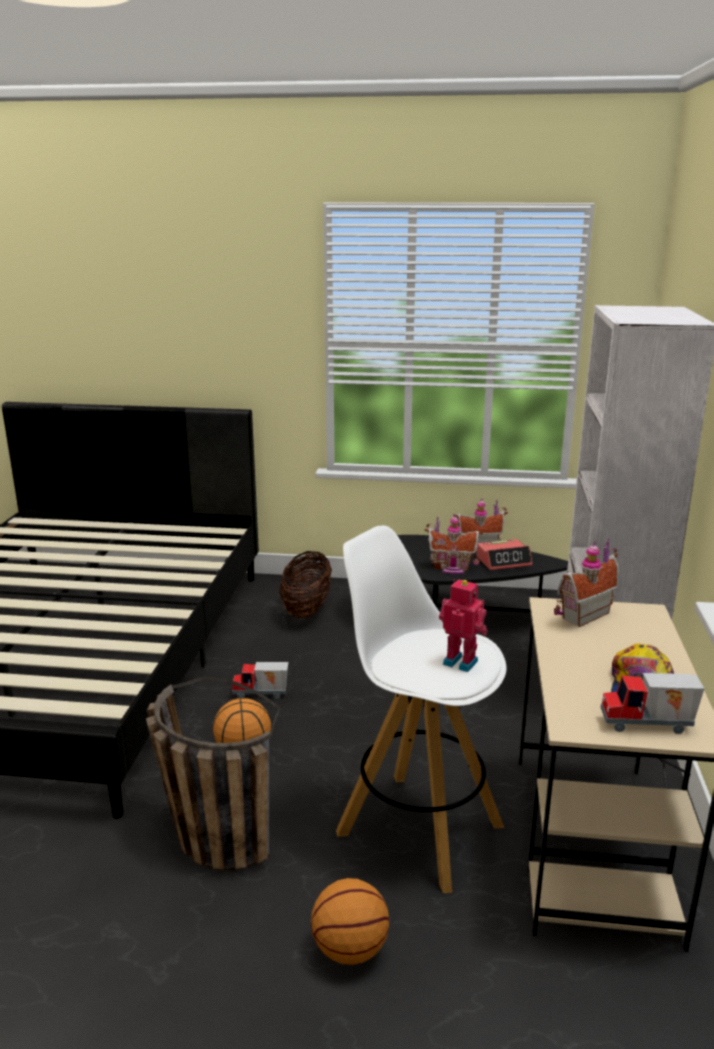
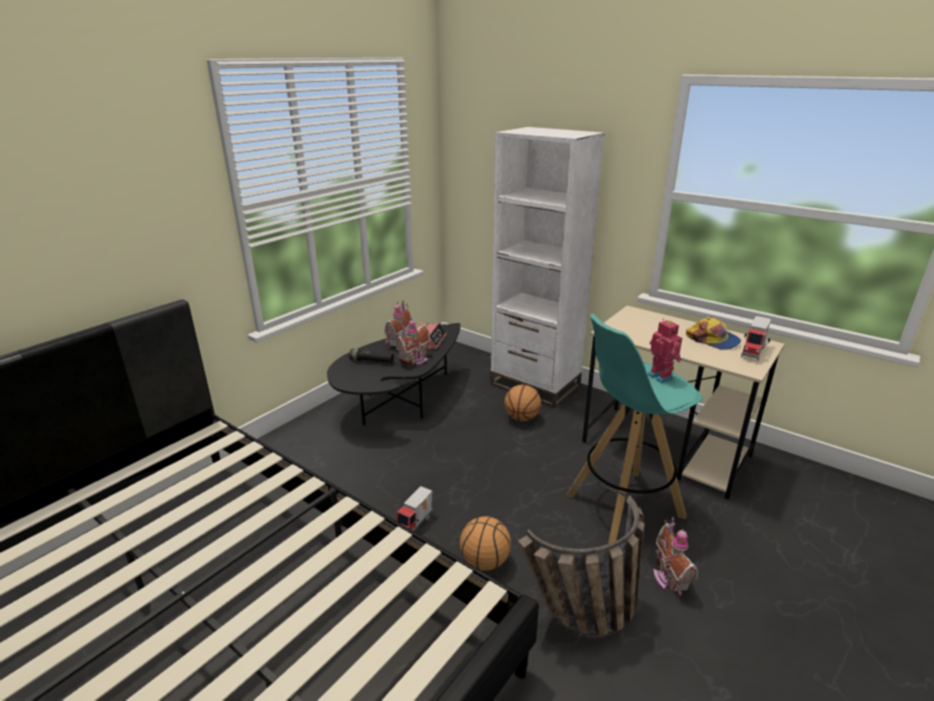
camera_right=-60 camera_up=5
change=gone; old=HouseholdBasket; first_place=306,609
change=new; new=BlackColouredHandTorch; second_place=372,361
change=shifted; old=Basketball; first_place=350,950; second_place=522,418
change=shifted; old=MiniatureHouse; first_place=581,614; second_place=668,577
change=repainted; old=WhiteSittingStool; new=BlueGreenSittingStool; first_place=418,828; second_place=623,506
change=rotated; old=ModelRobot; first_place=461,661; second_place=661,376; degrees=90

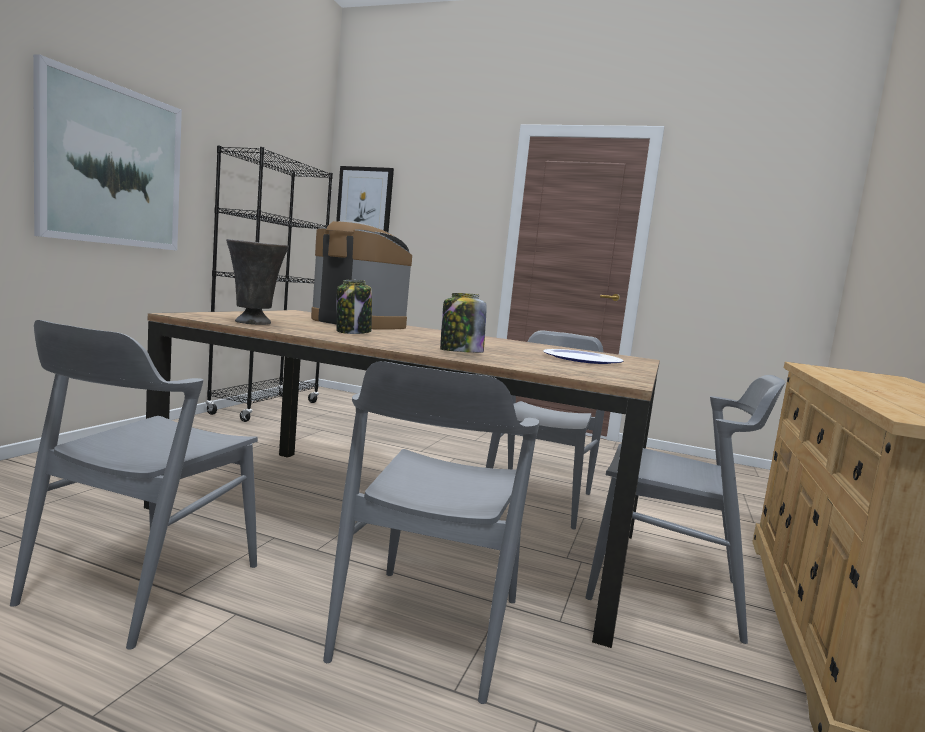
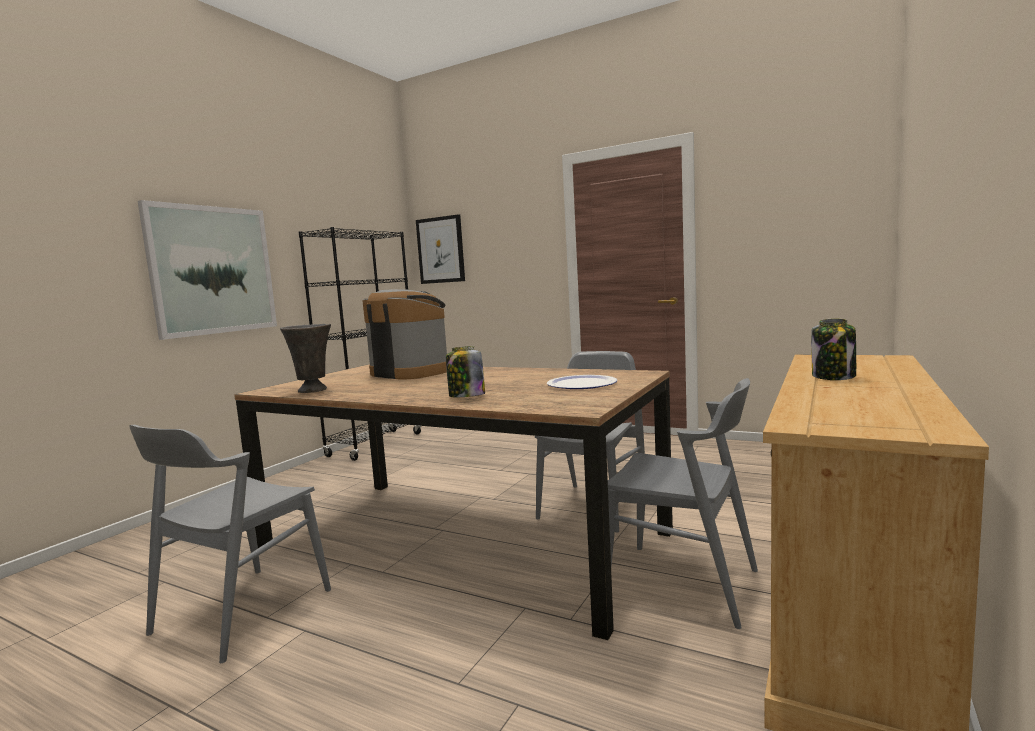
camera_right=10 camera_up=0
change=gone; old=GreyUprightChair; first_place=428,628
change=shifted; old=PreserveJar; first_place=353,332; second_place=834,377

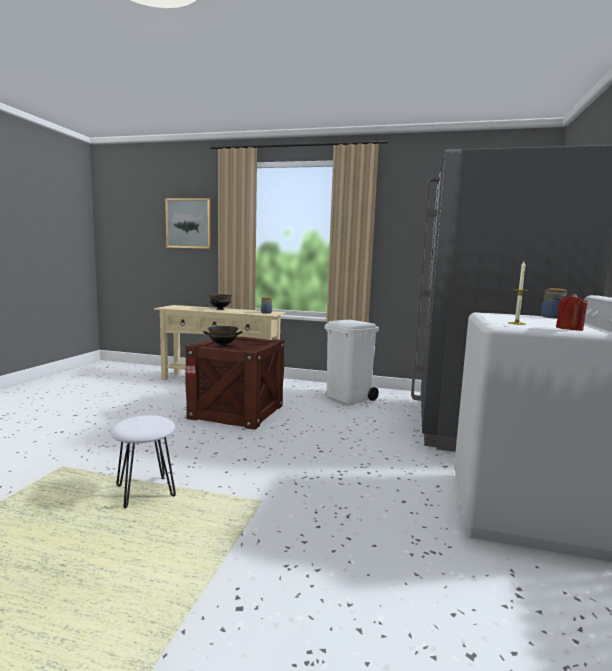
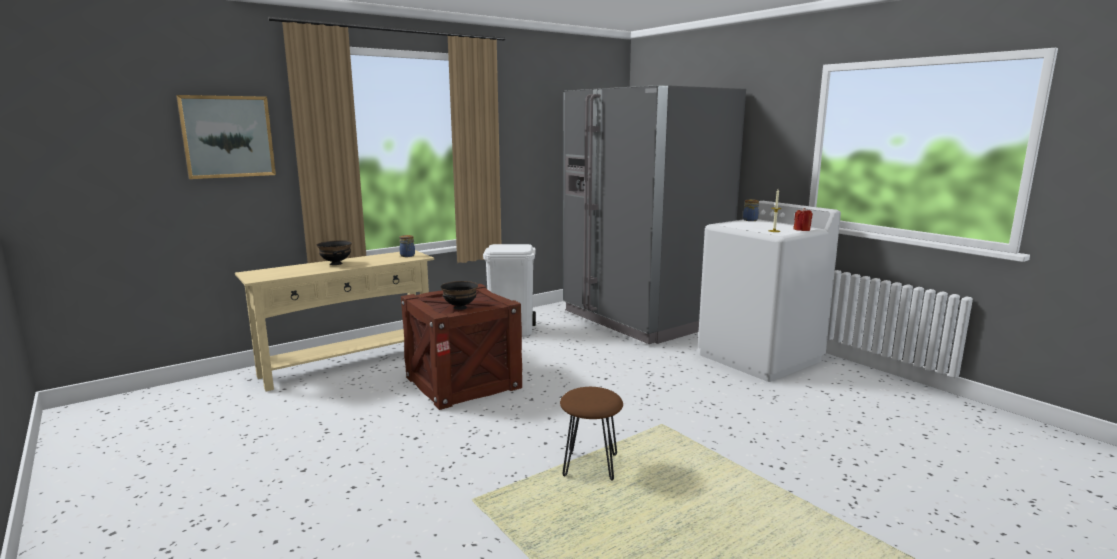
camera_right=-50 camera_up=5
change=repainted; old=WhiteSittingStool; new=BrownSittingStool; first_place=146,492; second_place=590,466

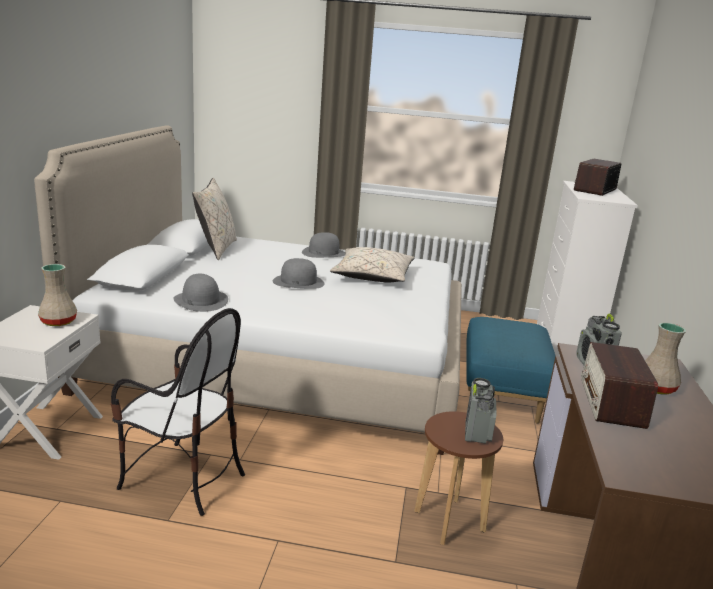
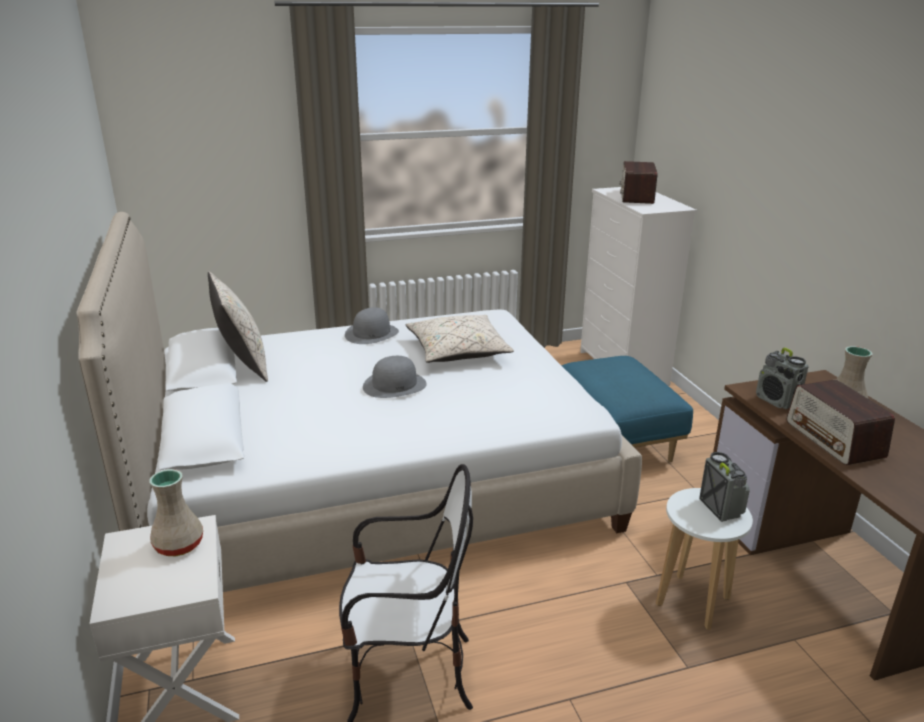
camera_right=-25 camera_up=5
change=gone; old=GreyClothingHat; first_place=200,300
change=repainted; old=BrownSittingStool; new=WhiteSittingStool; first_place=449,521; second_place=692,601

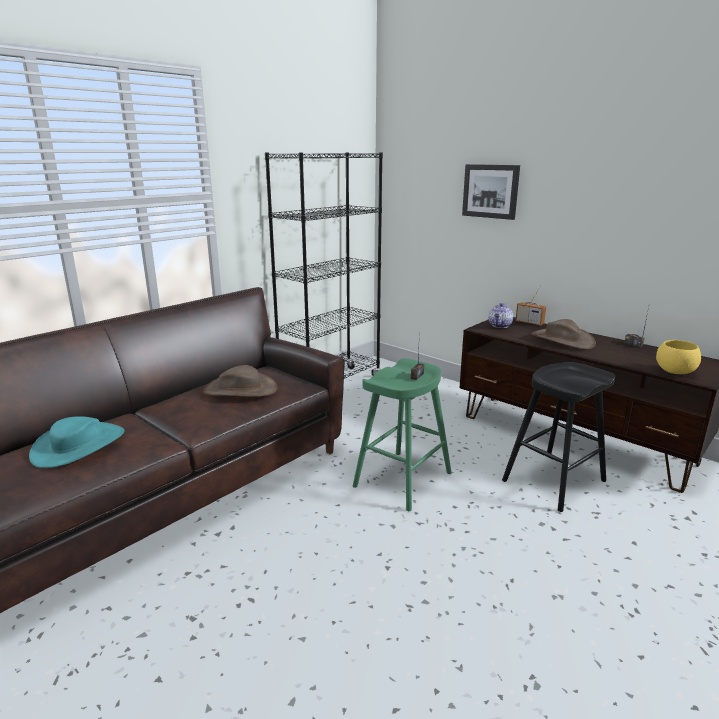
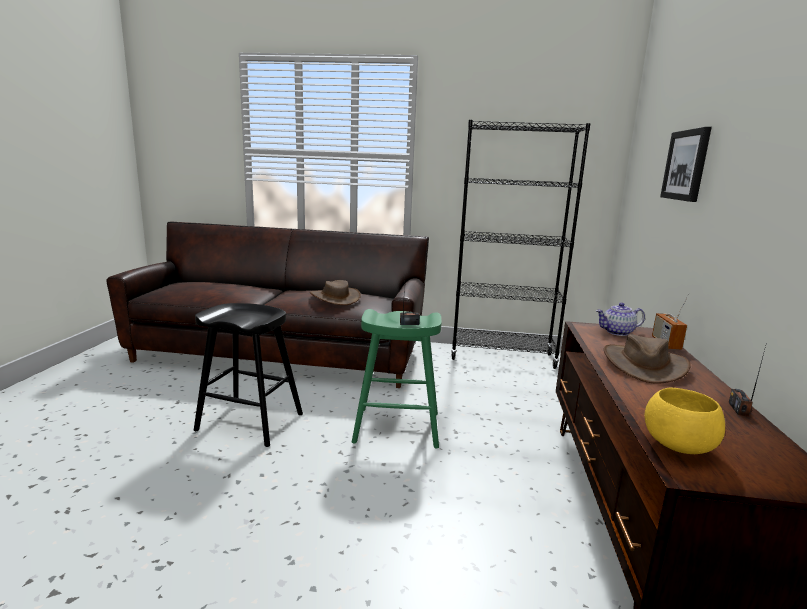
camera_right=55 camera_up=-5
change=gone; old=BlueGreenClothingHat; first_place=79,445
change=shifted; old=BlackColouredSittingStool; first_place=553,481; second_place=250,422

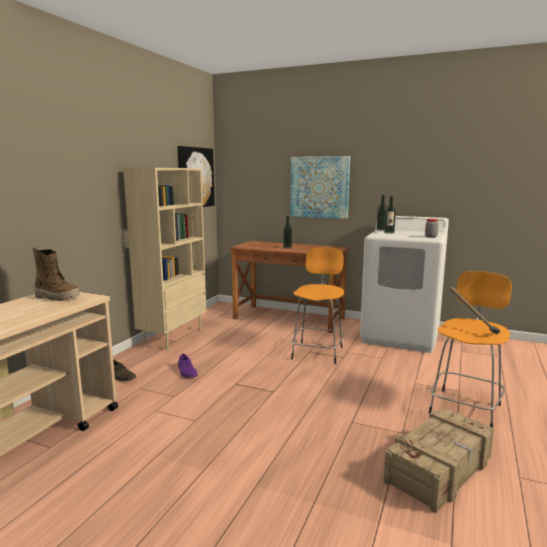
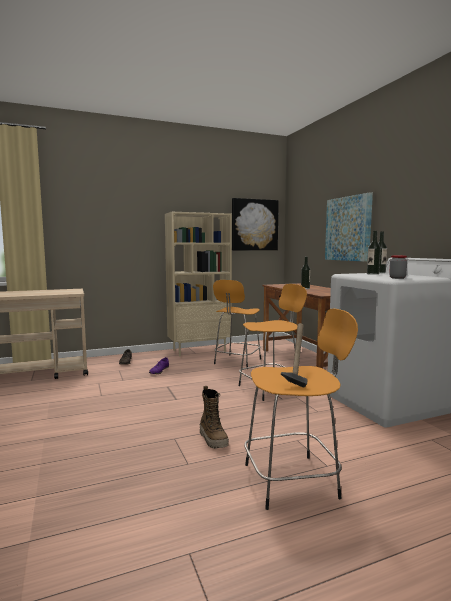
camera_right=45 camera_up=-5
change=gone; old=ShippingCrate; first_place=440,469
change=new; new=OrangeySittingStool; second_place=237,362
change=shifted; old=Boot; first_place=57,297; second_place=213,439

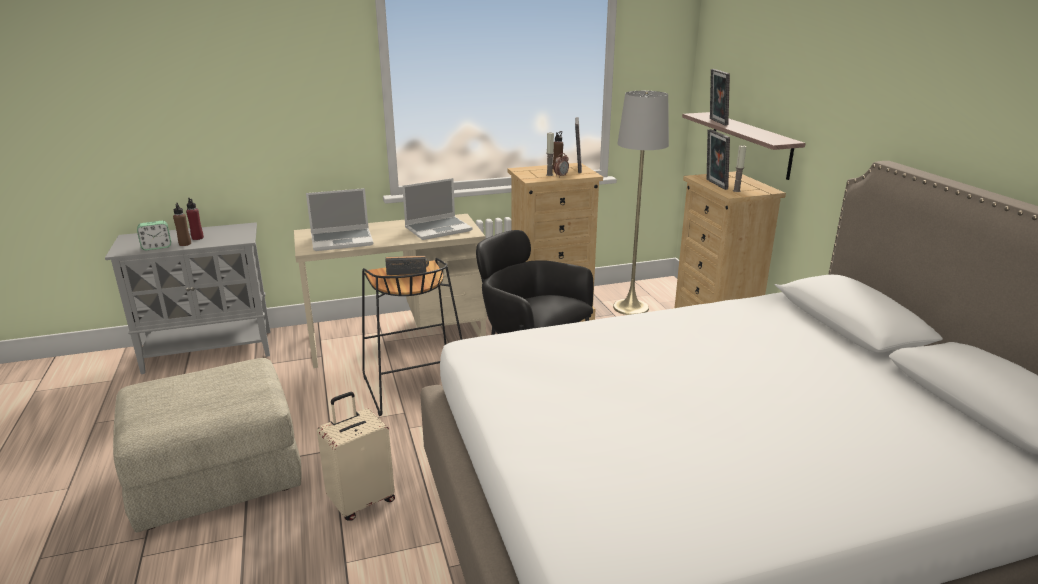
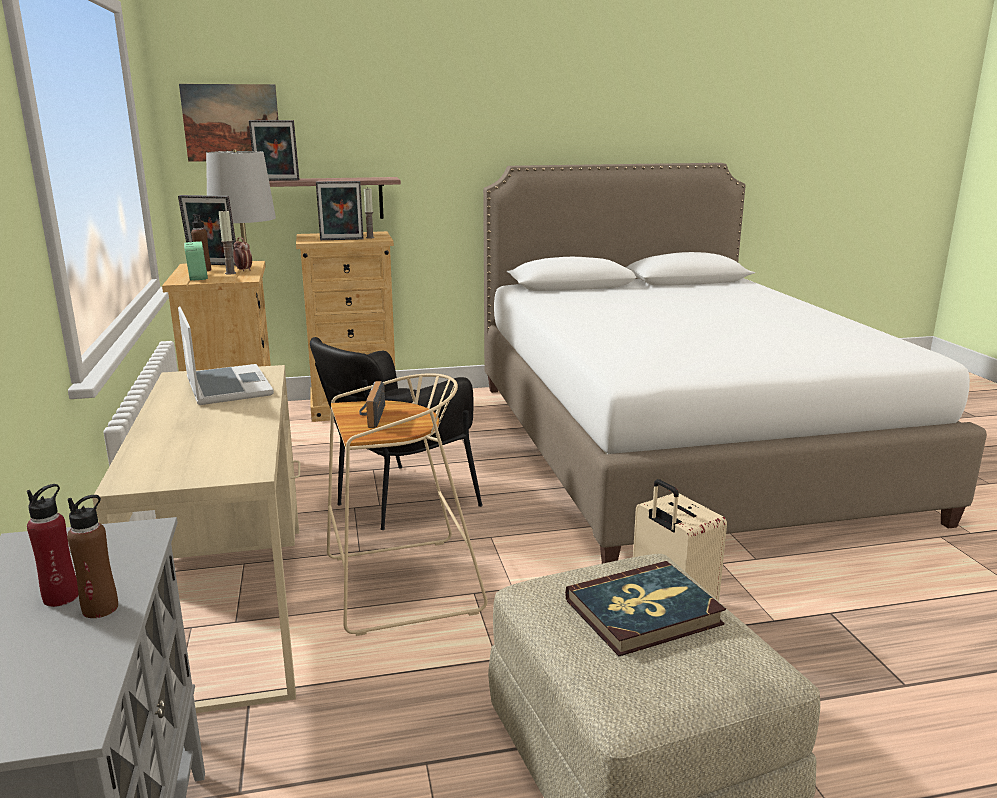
camera_right=-85 camera_up=-5
change=gone; old=PortableComputer; first_place=343,240
change=new; new=WallPicture; second_place=231,123
change=new; new=BoundBook; second_place=643,612
change=shifted; old=AlarmClock; first_place=157,247; second_place=198,277
change=repainted; old=BlackColouredSittingStool; new=BeigeColouredSittingStool; first_place=414,385; second_place=400,586

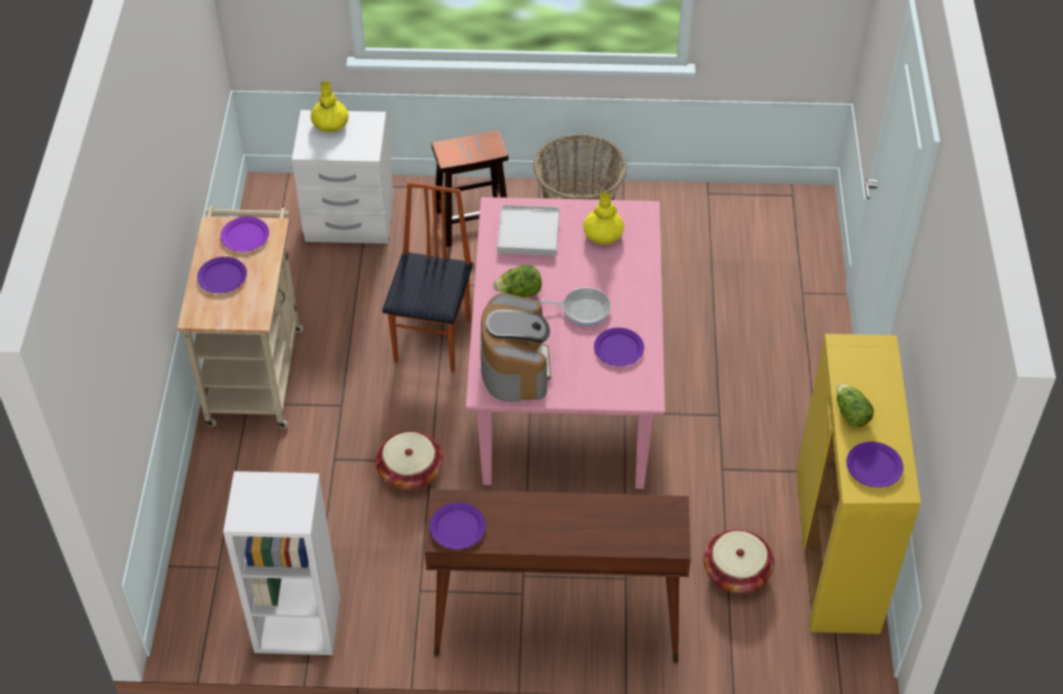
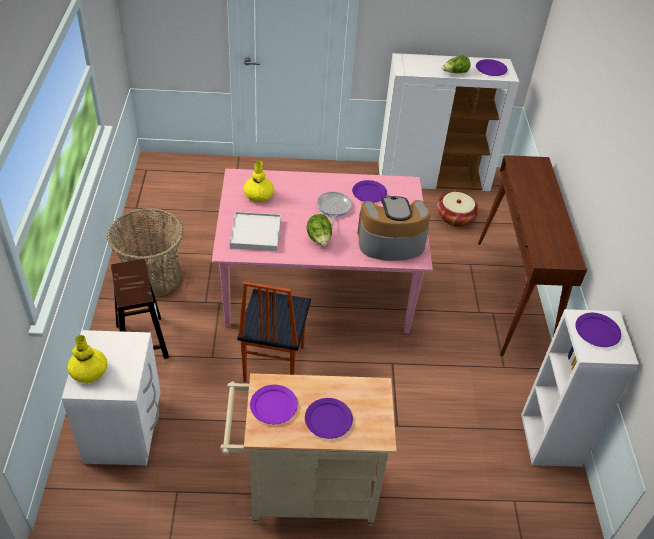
camera_right=-95 camera_up=-5
change=gone; old=HouseholdBasket; first_place=410,472
change=shifted; old=PurplePlate; first_place=458,528; second_place=597,331
change=repainted; old=YellowColouredStorageCabinet; new=WhiteStorageCabinet; first_place=837,552; second_place=433,178
change=rotated; old=UprightChair; first_place=434,340; second_place=272,364; degrees=-90

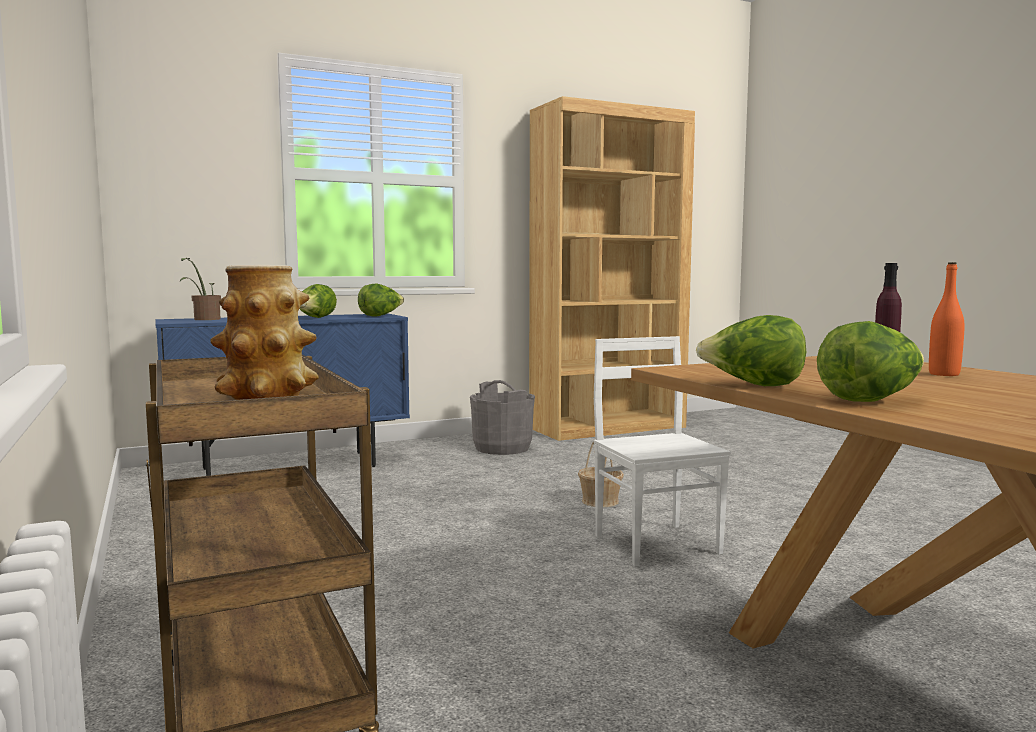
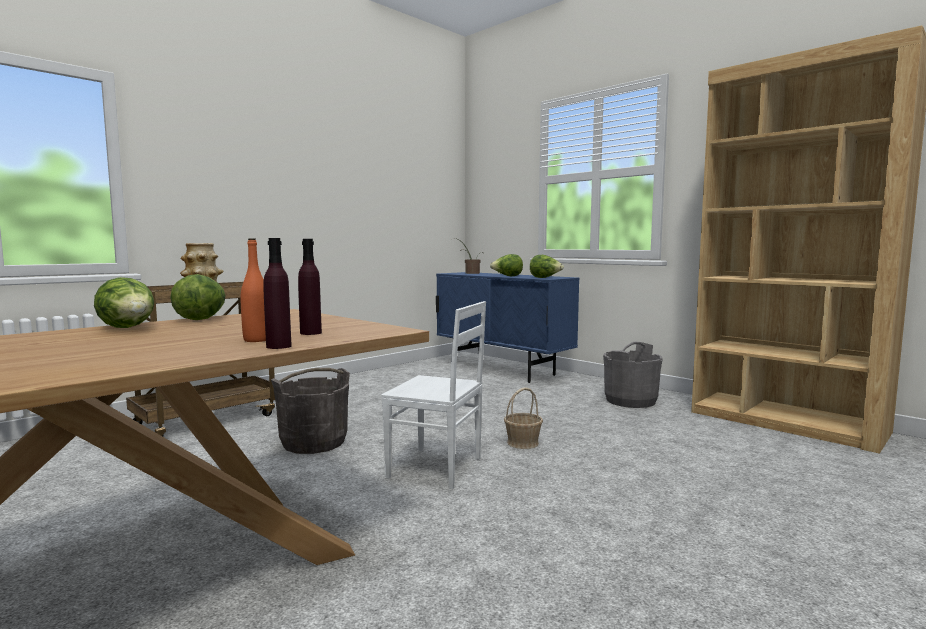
camera_right=70 camera_up=0
change=new; new=PurpleBottle; second_place=278,346
change=new; new=GreyWaterBucket; second_place=313,442
change=rotated; old=WhiteUprightChair; first_place=657,543; second_place=436,468; degrees=60

